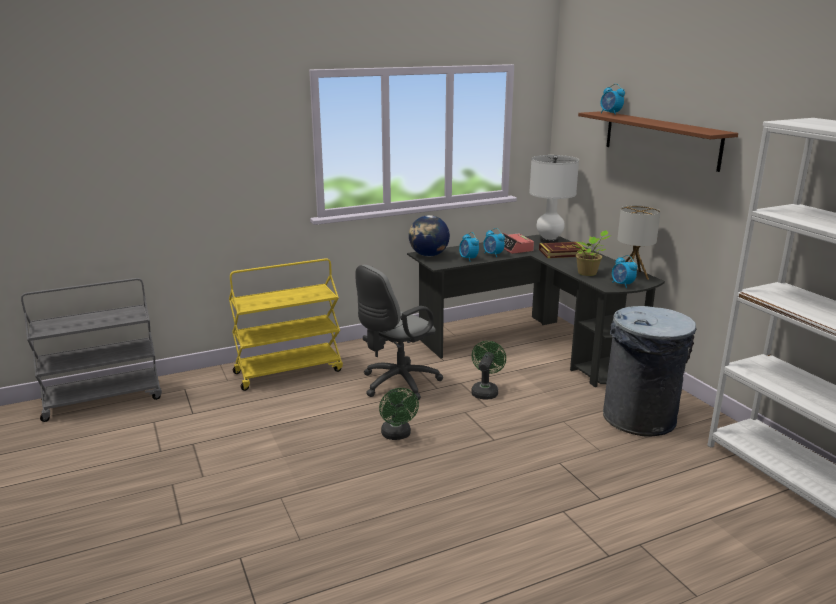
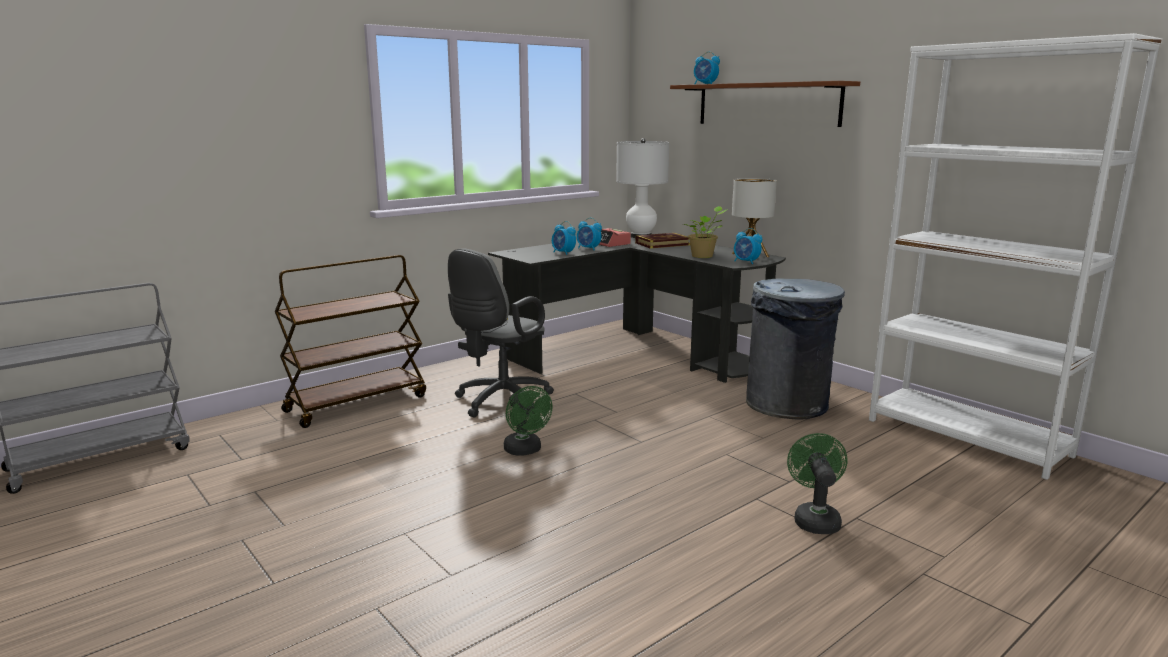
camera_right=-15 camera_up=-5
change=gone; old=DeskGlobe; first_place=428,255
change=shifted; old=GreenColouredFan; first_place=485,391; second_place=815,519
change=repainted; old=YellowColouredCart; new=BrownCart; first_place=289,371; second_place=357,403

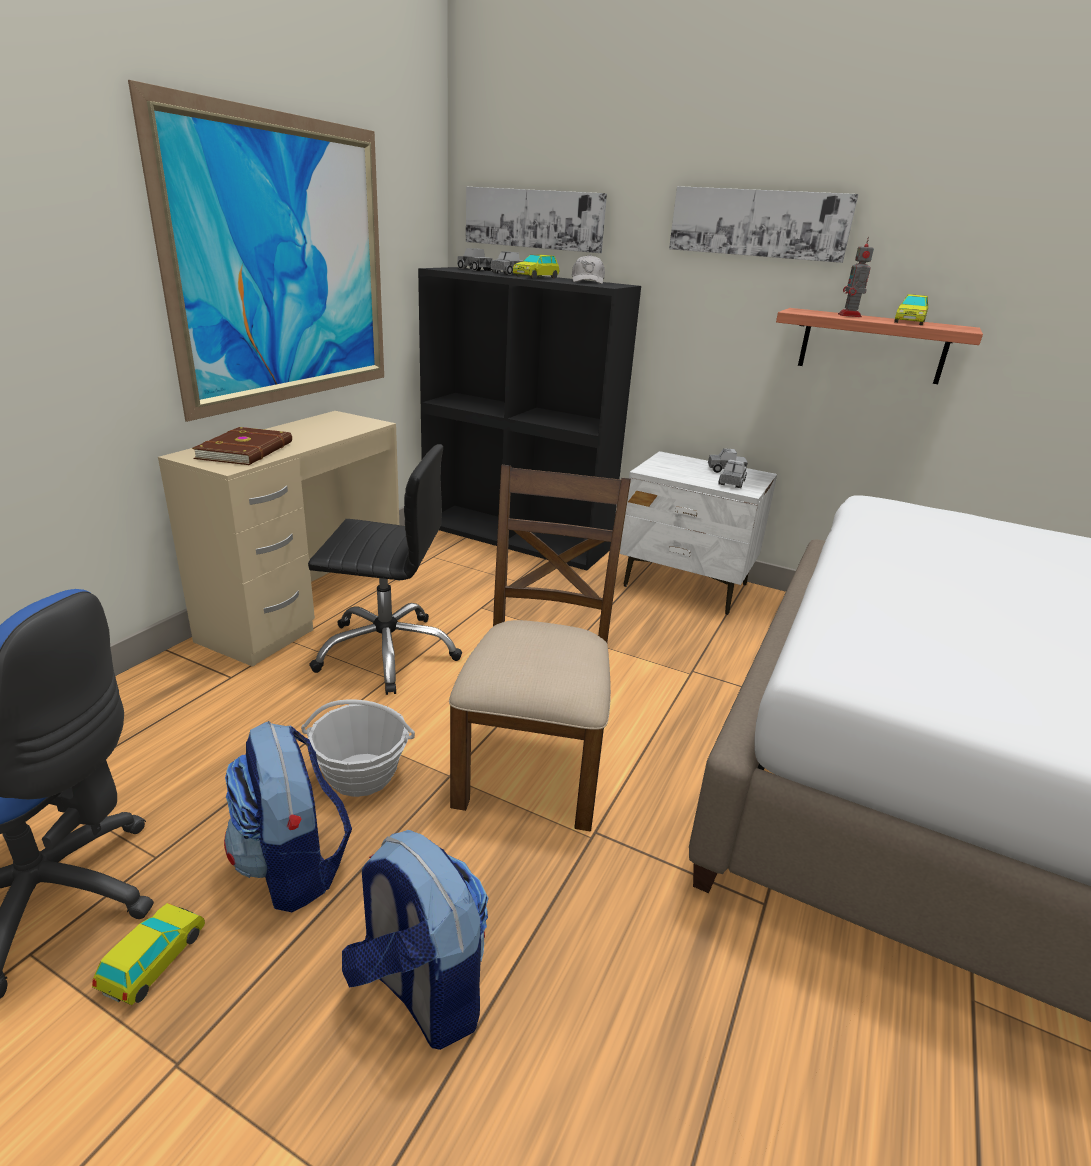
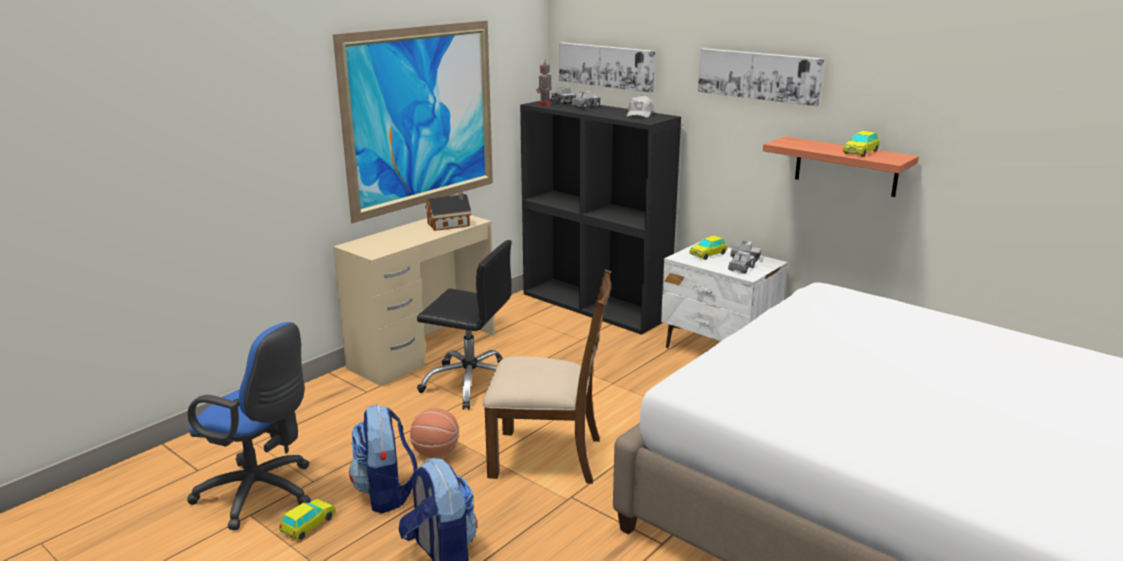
camera_right=15 camera_up=-5
change=gone; old=BrownBoundBook; first_place=247,450
change=new; new=MiniatureHouse; second_place=450,224
change=shifted; old=ToyCar; first_place=536,277; second_place=708,254
change=shifted; old=ModelRobot; first_place=849,315; second_place=544,104
change=swapped; old=HouseholdBasket; new=Basketball; first_place=361,775; second_place=435,453
change=rotated; old=BrownUprightChair; first_place=534,762; second_place=547,456; degrees=75

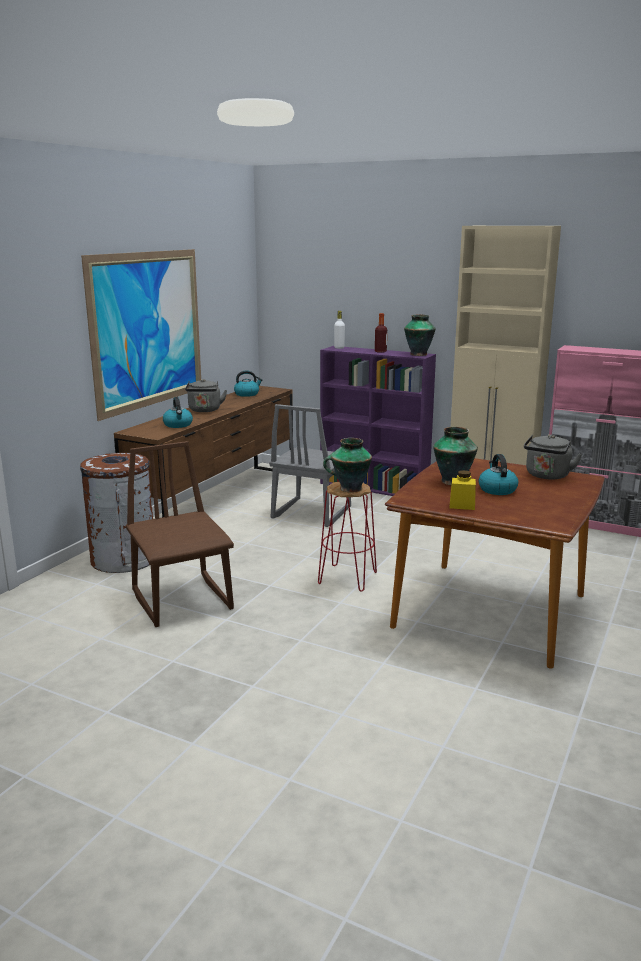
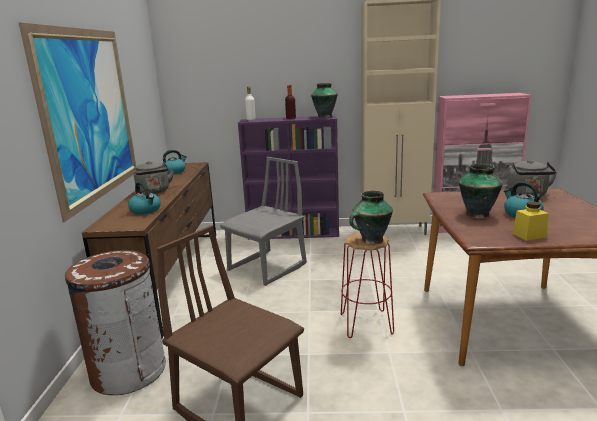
camera_right=-25 camera_up=0
change=rotated; old=GreyUprightChair; first_place=310,513; second_place=267,268; degrees=-135

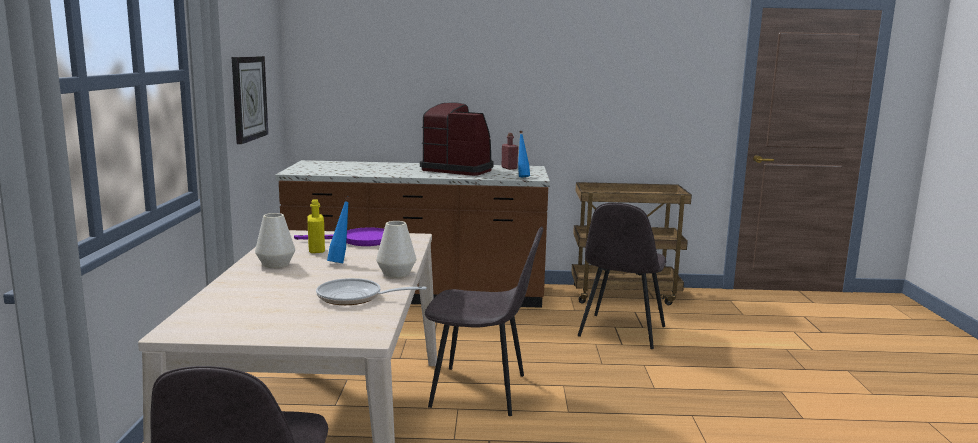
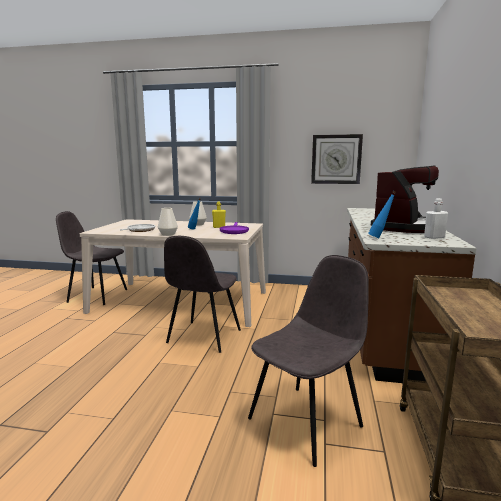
camera_right=100 camera_up=0
change=repainted; old=RedBottle; new=WhiteBottle; first_place=509,168; second_place=434,237
change=rotated; old=GreyUprightChair; first_place=621,332; second_place=307,421; degrees=105

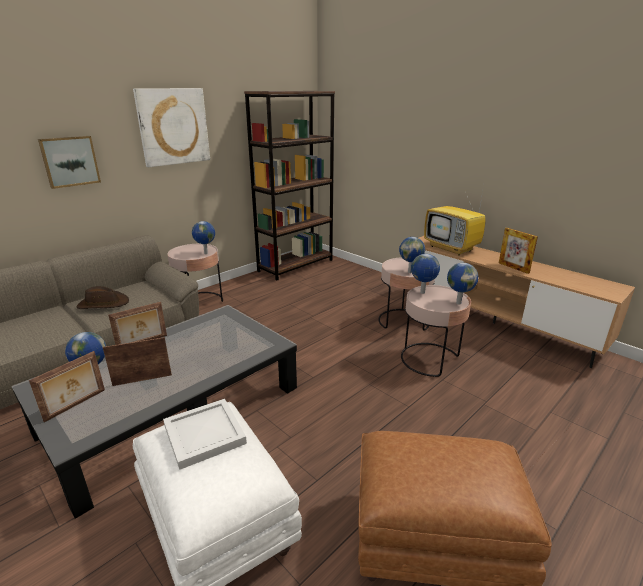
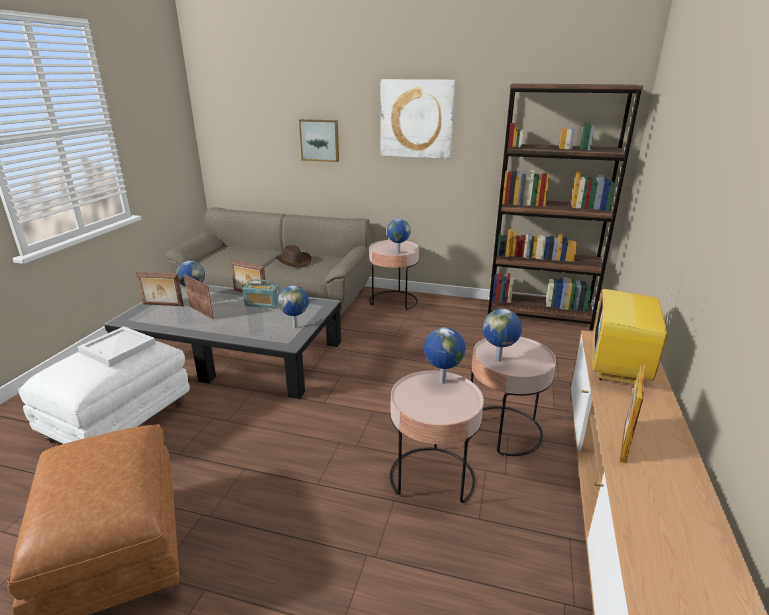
camera_right=60 camera_up=0
change=new; new=RadioSet; second_place=262,304
change=shifted; old=DeskGlobe; first_place=458,303; second_place=296,326

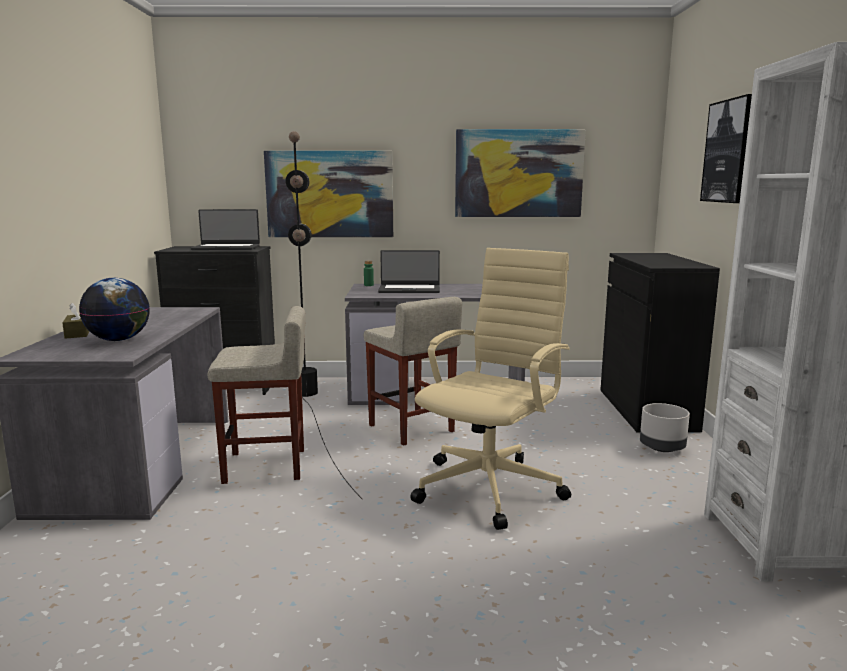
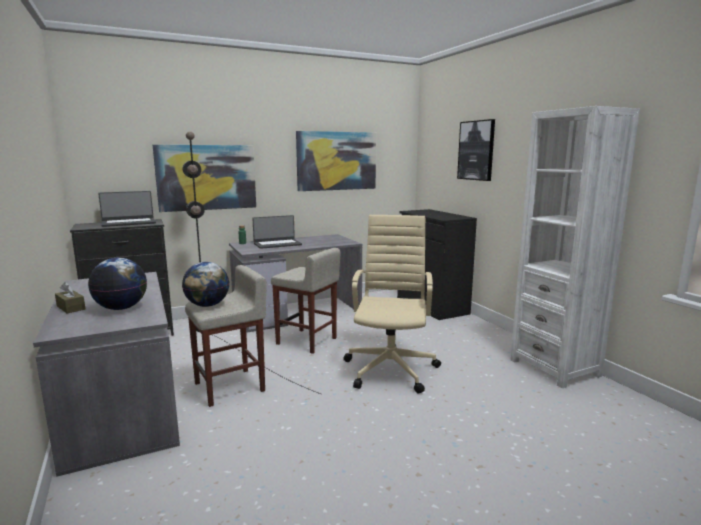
camera_right=-25 camera_up=0
change=gone; old=GreyPlantPot; first_place=662,448
change=new; new=DeskGlobe; second_place=207,305

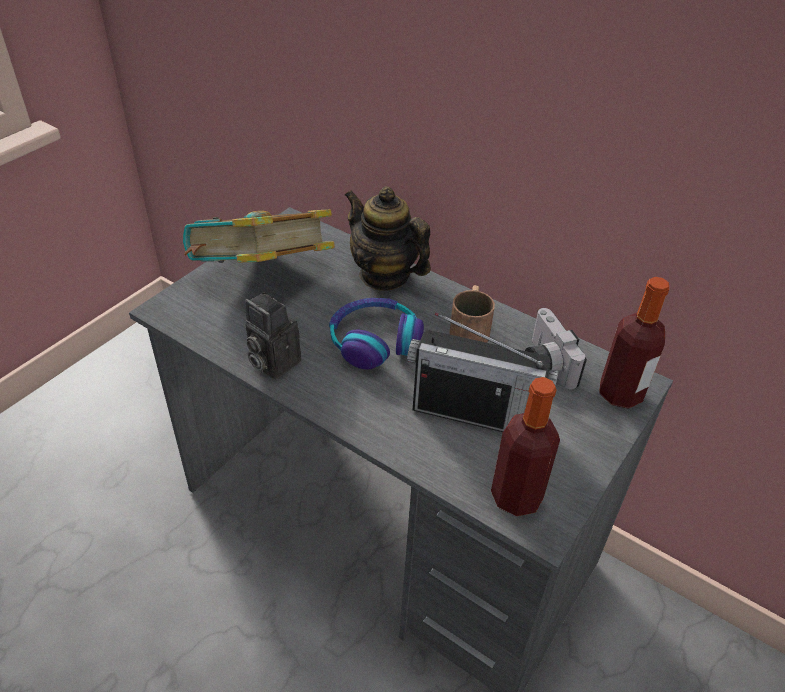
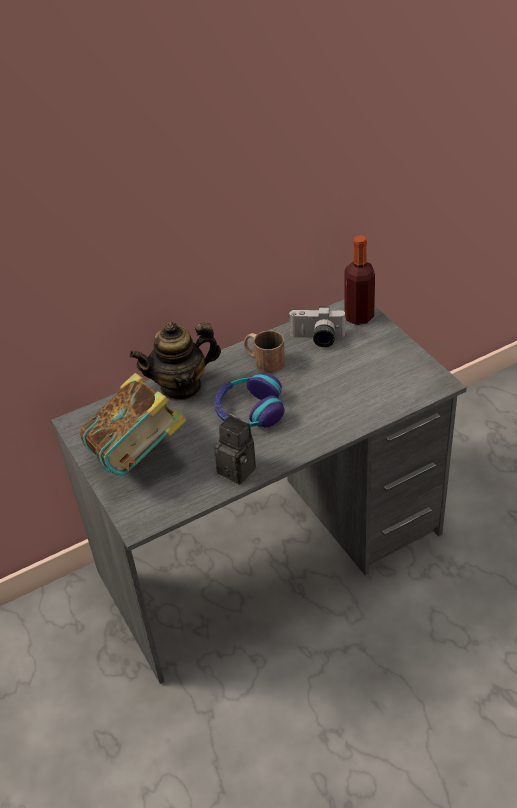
camera_right=-60 camera_up=0
change=gone; old=RadioSet; first_place=474,413
change=gone; old=Bottle; first_place=516,497
change=rotated; old=PhotoCamera; first_place=271,362; second_place=240,470; degrees=-120

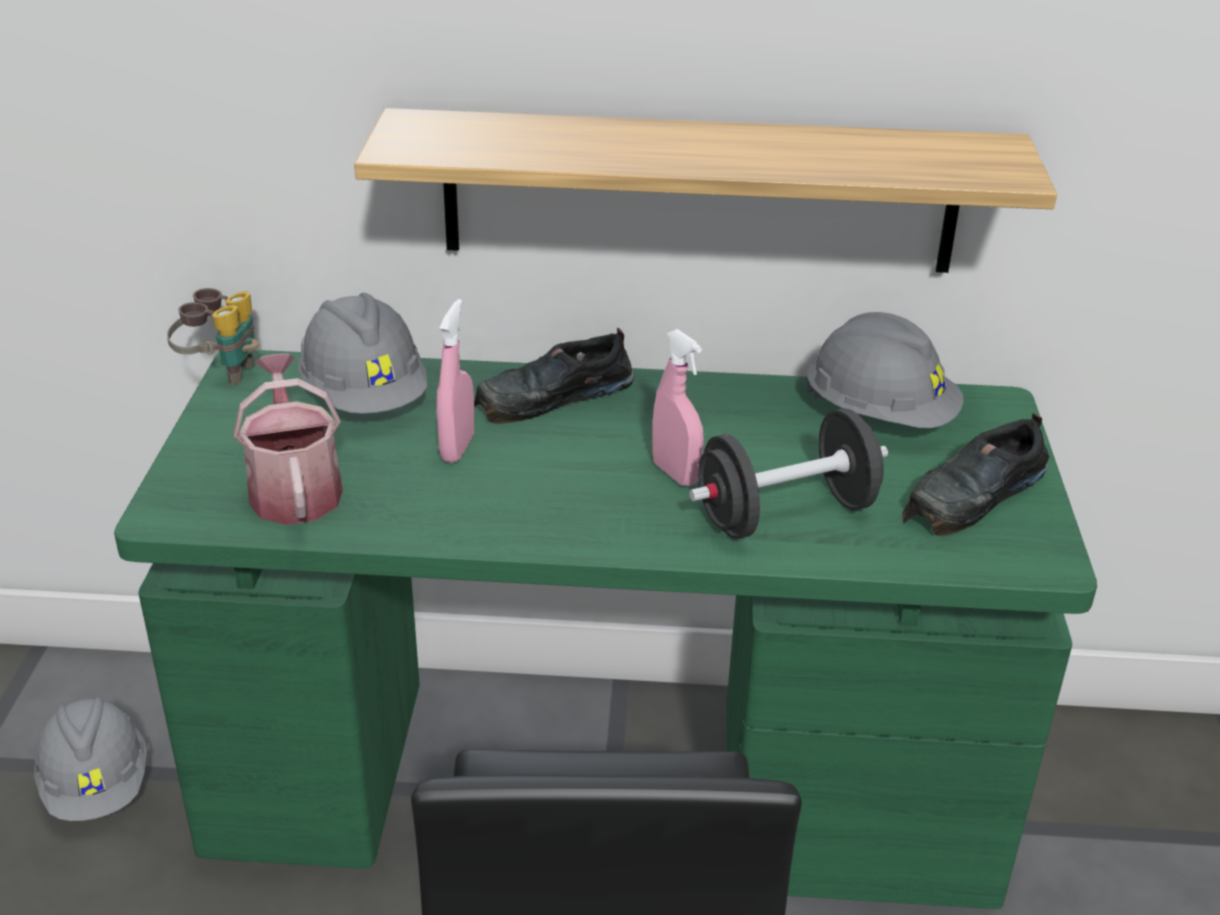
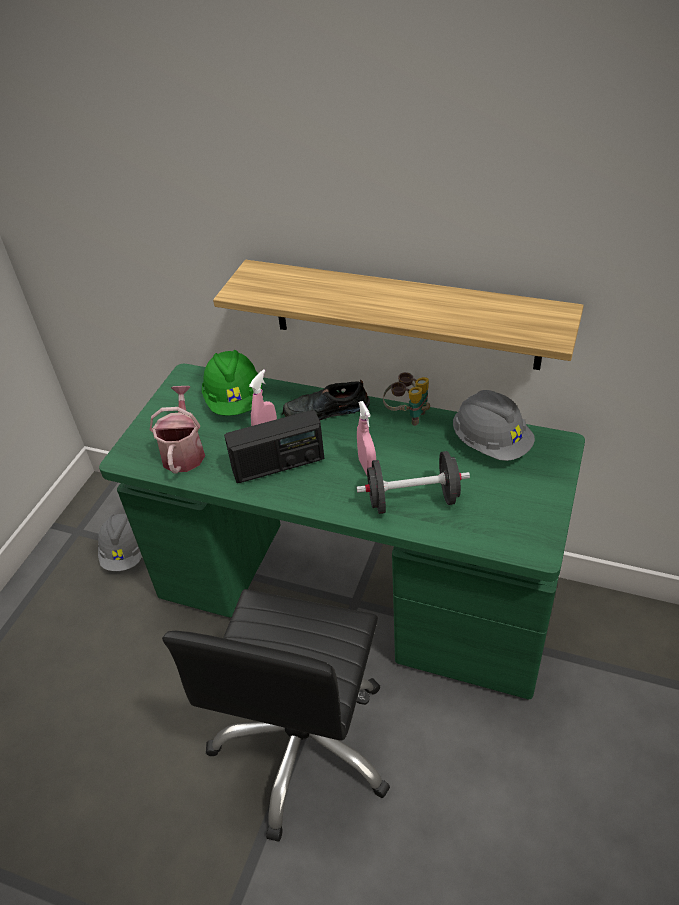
camera_right=20 camera_up=10
change=gone; old=BlackColouredItemOfFootwear; first_place=974,496
change=new; new=RadioSet; second_place=278,465
change=shifted; old=FieldGlasses; first_place=221,371; second_place=407,415
change=repainted; old=GreyHardHat; new=GreenColouredHardHat; first_place=365,397; second_place=235,400

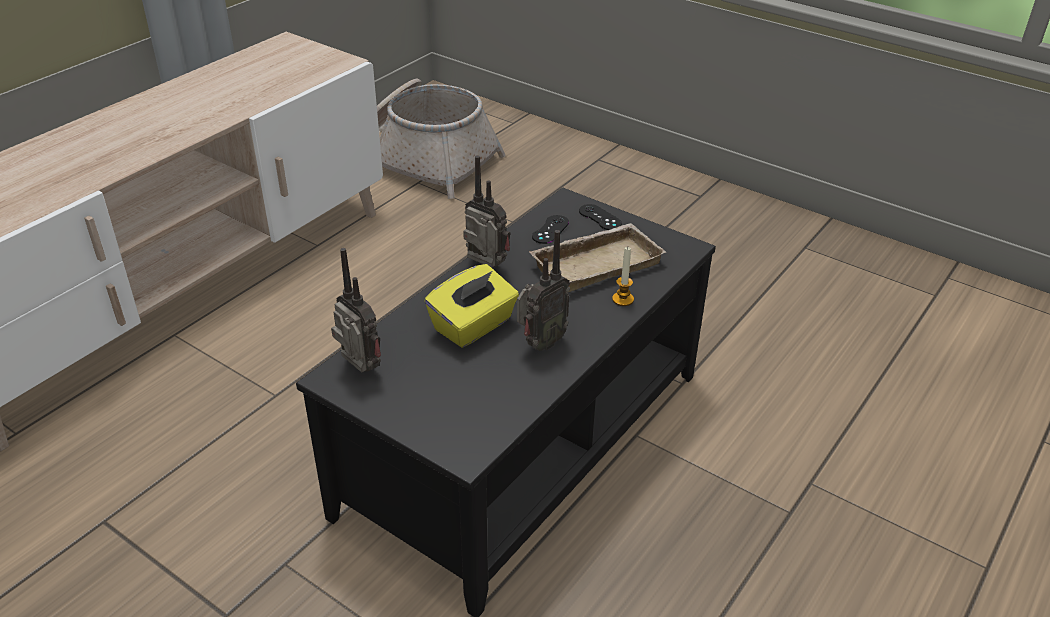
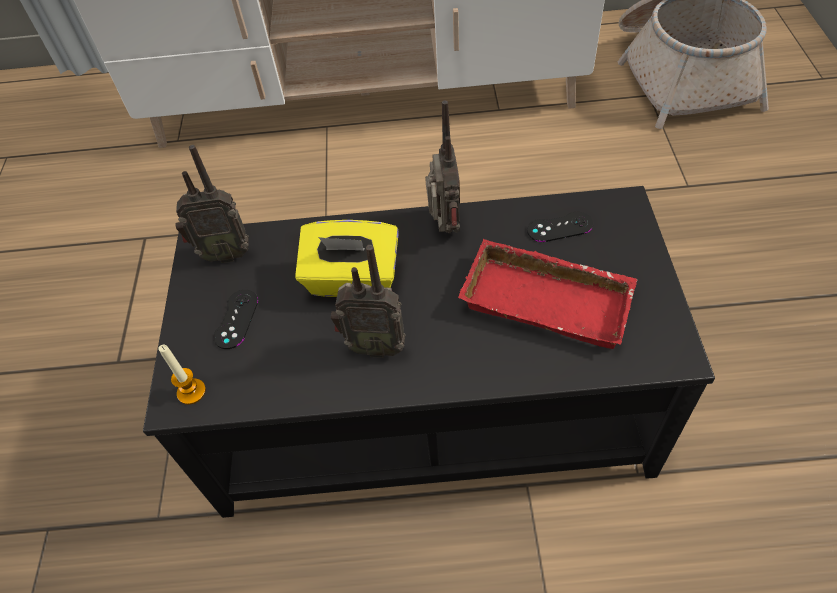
camera_right=55 camera_up=15
change=shifted; old=BlackColouredGameController; first_place=600,217; second_place=236,319
change=shifted; old=Candle; first_place=623,299; second_place=191,392
change=repainted; old=BeigeColouredTray; new=RedTray; first_place=596,263; second_place=549,298
change=rotated; old=RadioSet; first_place=359,370; second_place=224,253; degrees=75

